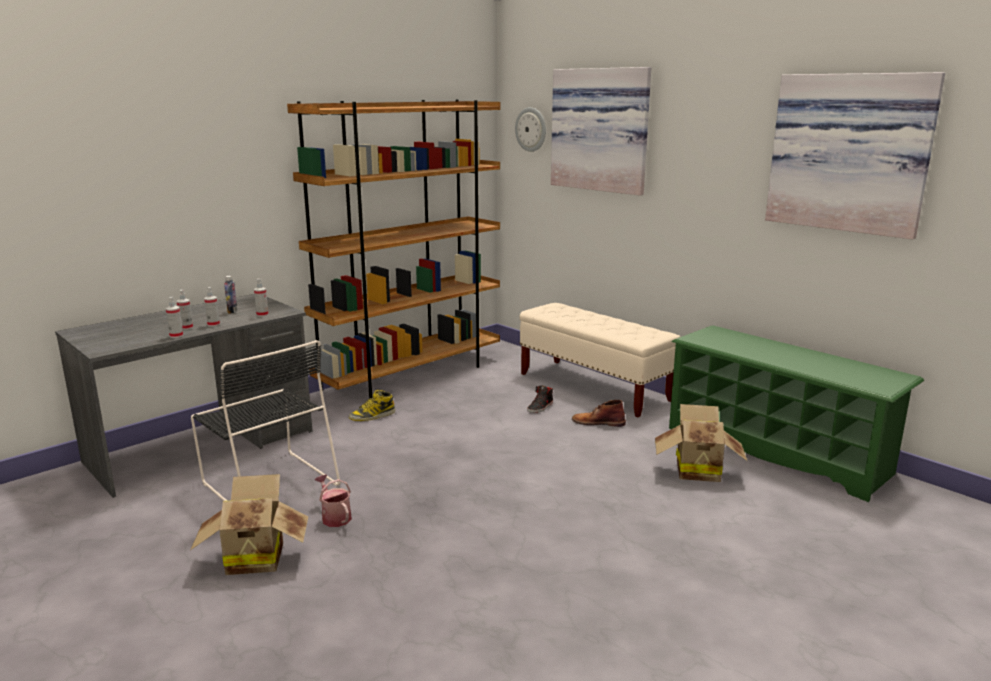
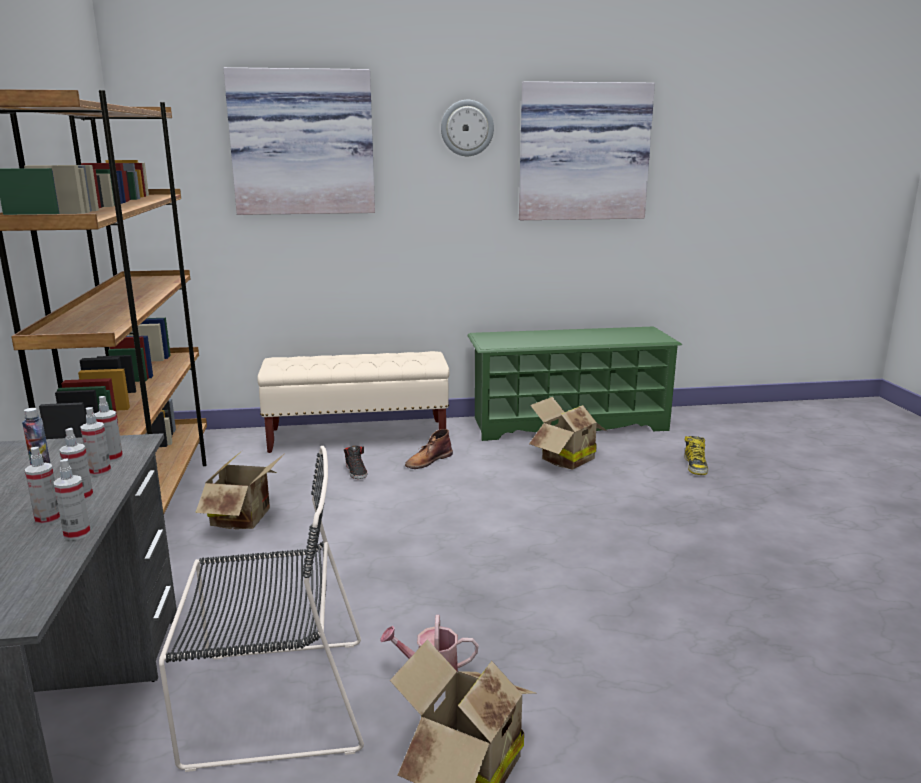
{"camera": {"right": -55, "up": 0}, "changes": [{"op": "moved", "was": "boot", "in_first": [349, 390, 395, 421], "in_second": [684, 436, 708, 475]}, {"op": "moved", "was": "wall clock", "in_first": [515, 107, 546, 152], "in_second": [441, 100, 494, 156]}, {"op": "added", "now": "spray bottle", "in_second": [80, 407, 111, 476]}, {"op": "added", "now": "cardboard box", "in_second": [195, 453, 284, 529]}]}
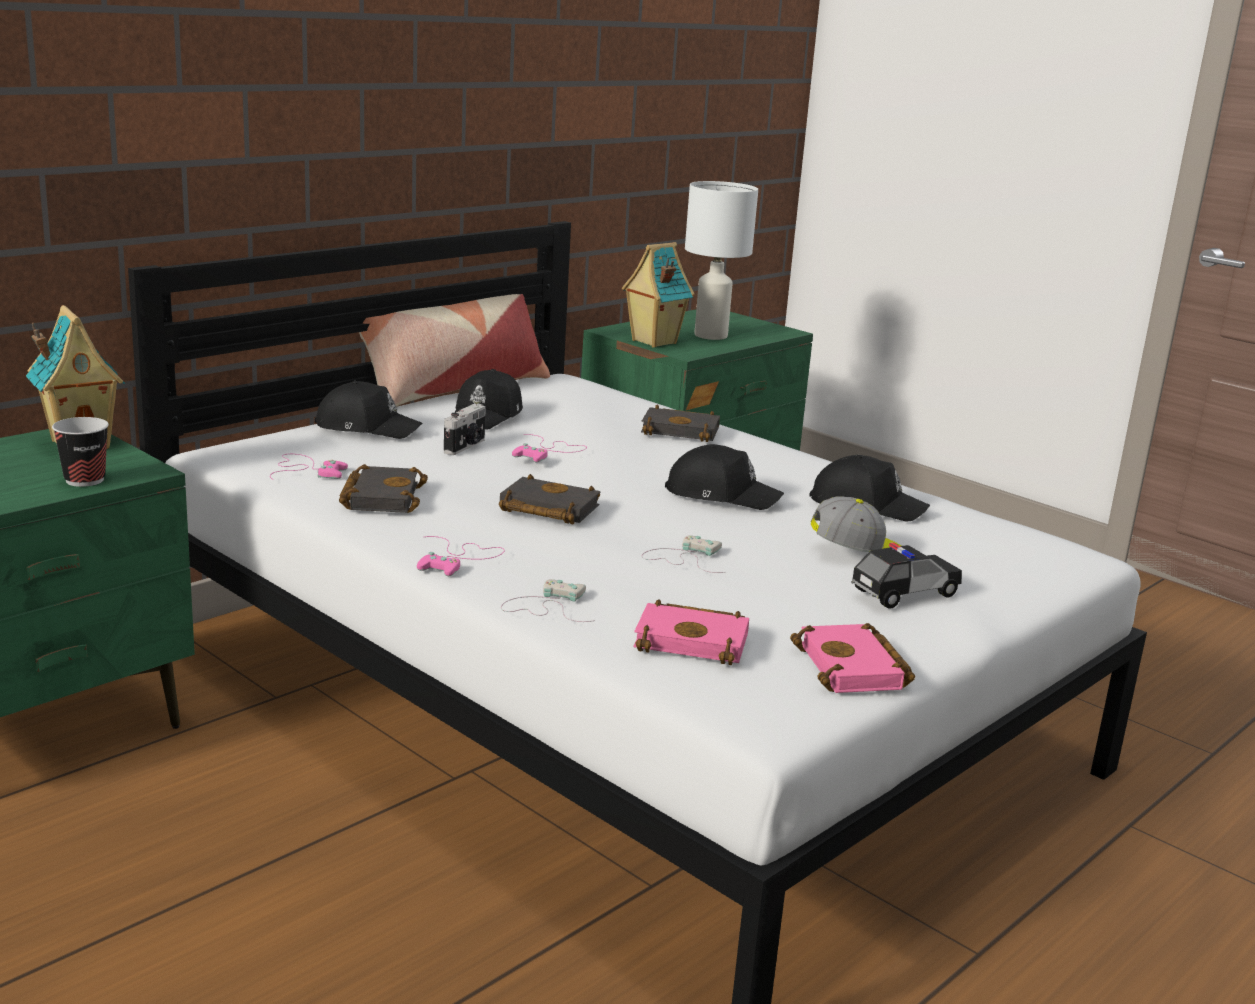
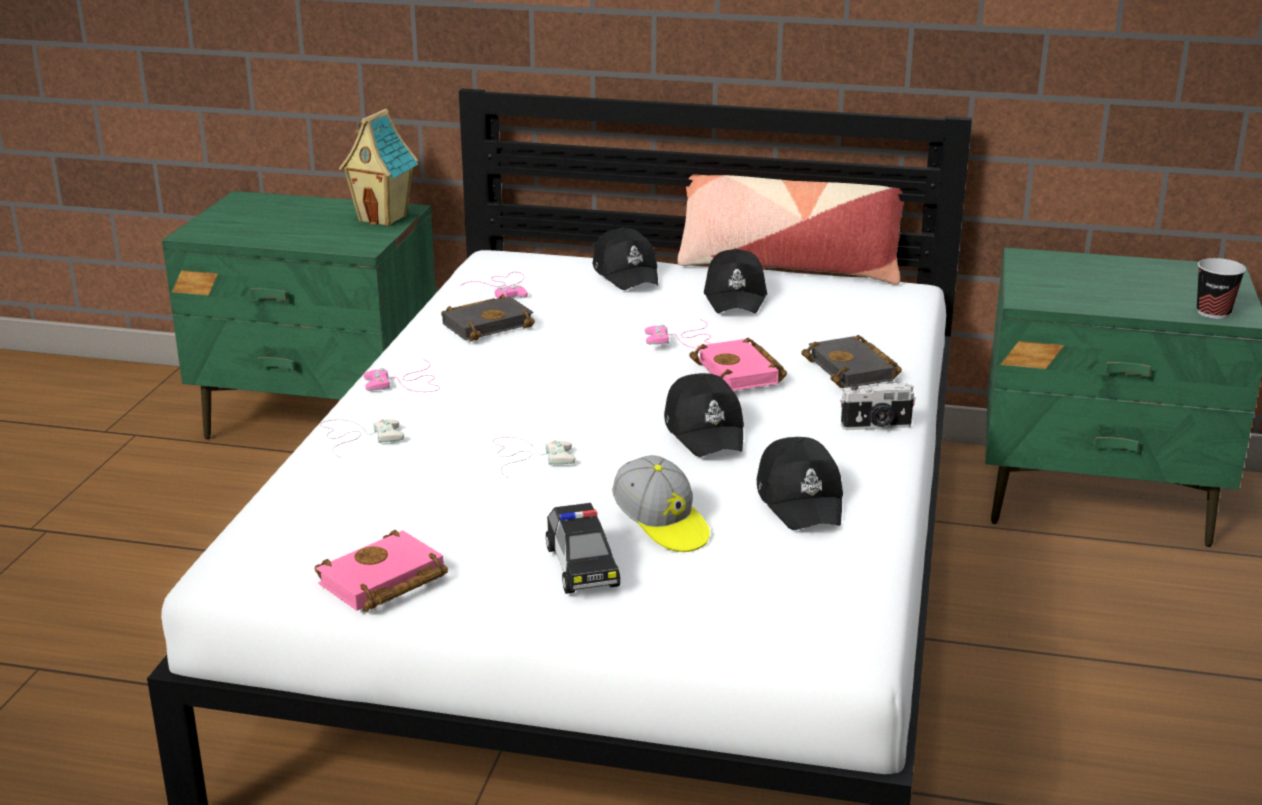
{"camera": {"right": 60, "up": 5}, "changes": [{"op": "moved", "was": "cup", "in_first": [52, 417, 109, 487], "in_second": [1197, 258, 1246, 319]}, {"op": "moved", "was": "photo camera", "in_first": [444, 404, 486, 455], "in_second": [840, 383, 916, 430]}, {"op": "turned", "was": "black cap", "in_first": [455, 369, 523, 429], "in_second": [704, 249, 767, 313], "clockwise": -75}, {"op": "removed", "was": "black book", "in_first": [499, 474, 600, 524]}, {"op": "removed", "was": "toy house", "in_first": [622, 242, 694, 348]}, {"op": "moved", "was": "pink book", "in_first": [633, 599, 749, 665], "in_second": [689, 338, 787, 391]}, {"op": "removed", "was": "white table lamp", "in_first": [685, 181, 758, 340]}, {"op": "turned", "was": "toy car", "in_first": [851, 542, 962, 609], "in_second": [546, 503, 620, 594], "clockwise": 45}]}
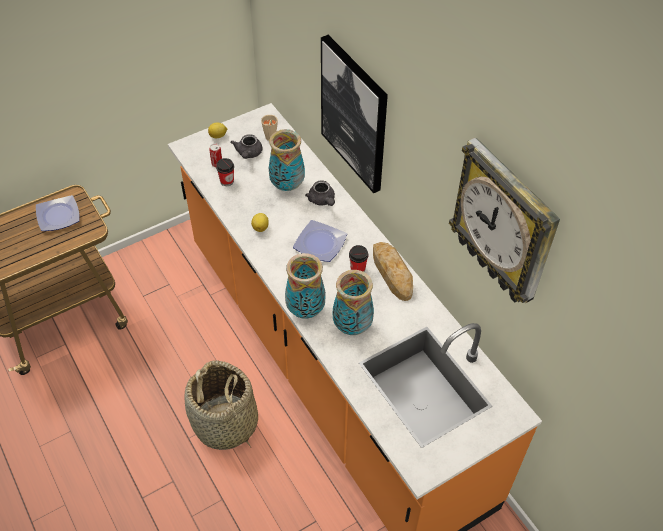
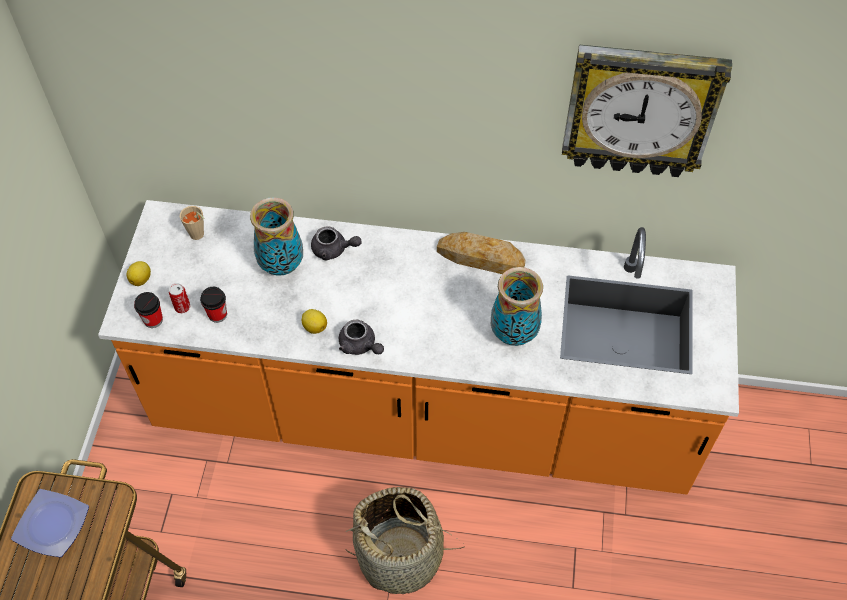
{"camera": {"right": -50, "up": 5}, "changes": [{"op": "moved", "was": "grey teapot", "in_first": [231, 134, 262, 159], "in_second": [339, 320, 384, 355]}, {"op": "removed", "was": "vase", "in_first": [285, 253, 326, 319]}, {"op": "removed", "was": "plate", "in_first": [293, 220, 347, 262]}, {"op": "removed", "was": "picture", "in_first": [321, 35, 388, 193]}, {"op": "moved", "was": "cup", "in_first": [349, 245, 368, 272], "in_second": [134, 292, 163, 328]}]}
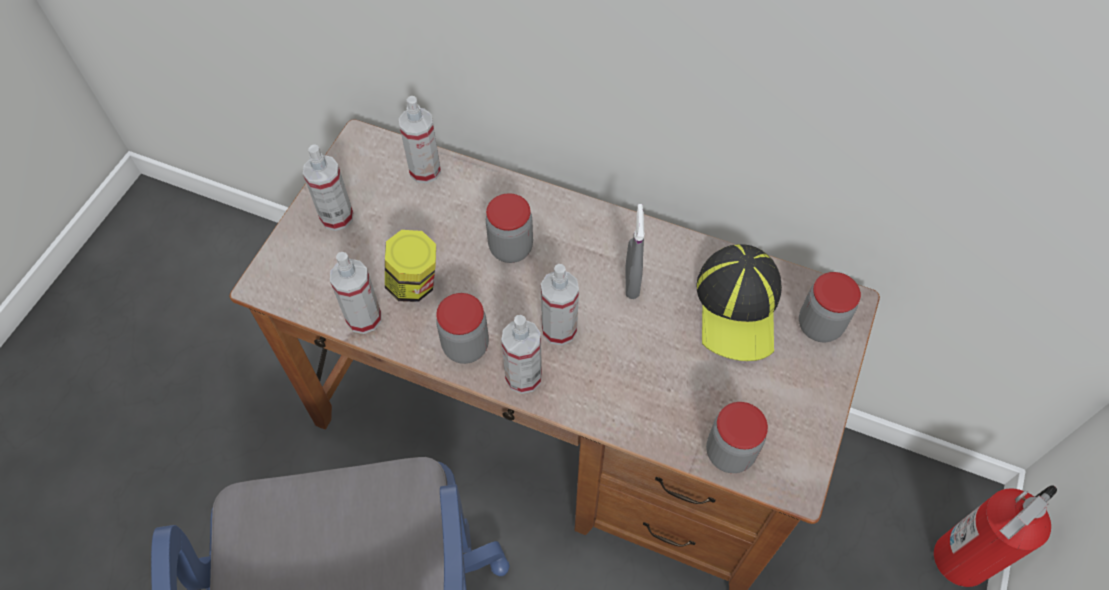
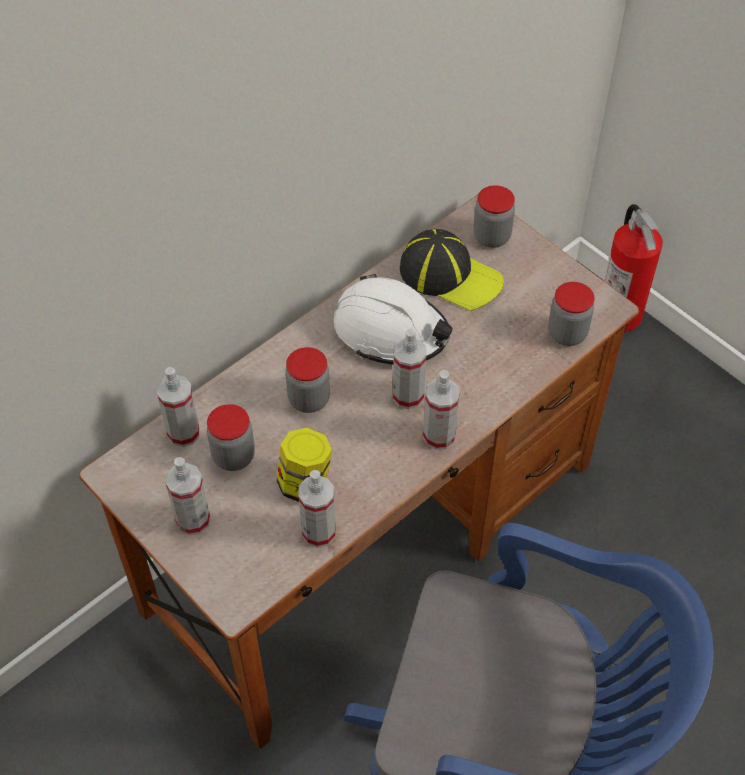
{"camera": {"right": -65, "up": -5}, "changes": [{"op": "moved", "was": "jar", "in_first": [436, 293, 489, 364], "in_second": [207, 404, 255, 471]}, {"op": "replaced", "was": "grey spray bottle", "now": "white hard hat", "in_first": [625, 204, 644, 299], "in_second": [334, 274, 453, 365]}]}
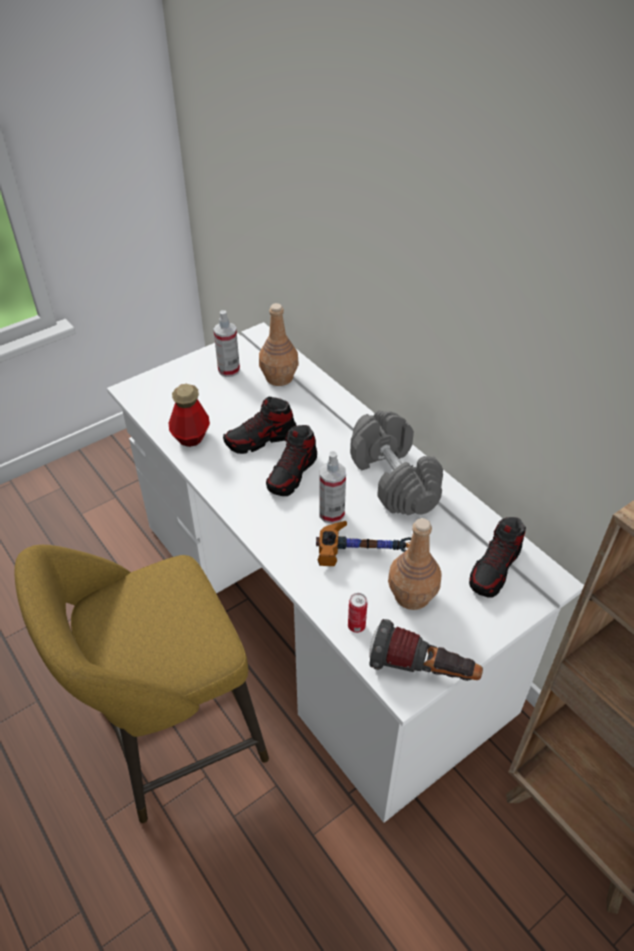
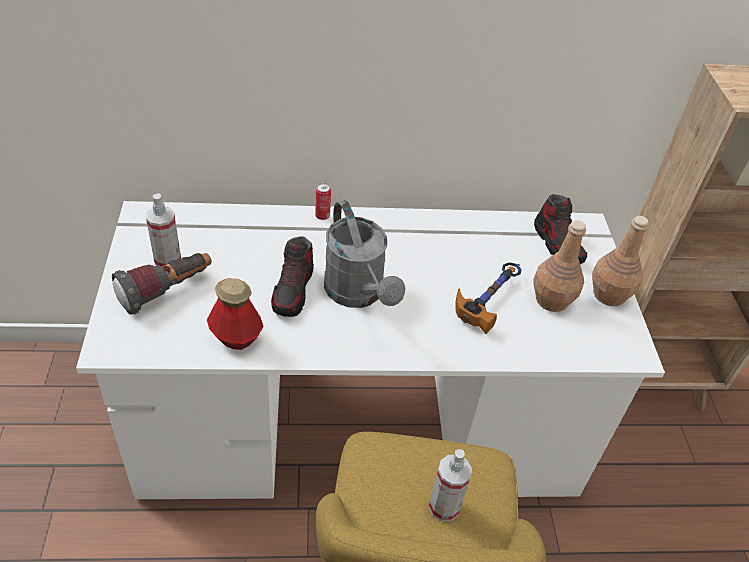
{"camera": {"right": -60, "up": 0}, "changes": [{"op": "moved", "was": "brown bottle", "in_first": [259, 303, 299, 386], "in_second": [592, 216, 649, 306]}, {"op": "replaced", "was": "shoe", "now": "grey watering can", "in_first": [266, 425, 317, 496], "in_second": [324, 200, 405, 308]}, {"op": "moved", "was": "spray bottle", "in_first": [319, 451, 346, 524], "in_second": [429, 449, 472, 521]}, {"op": "moved", "was": "can", "in_first": [348, 593, 367, 633], "in_second": [315, 183, 331, 220]}, {"op": "removed", "was": "grey dumbbell", "in_first": [350, 410, 443, 515]}, {"op": "moved", "was": "flashlight", "in_first": [369, 619, 483, 681], "in_second": [112, 253, 212, 315]}]}
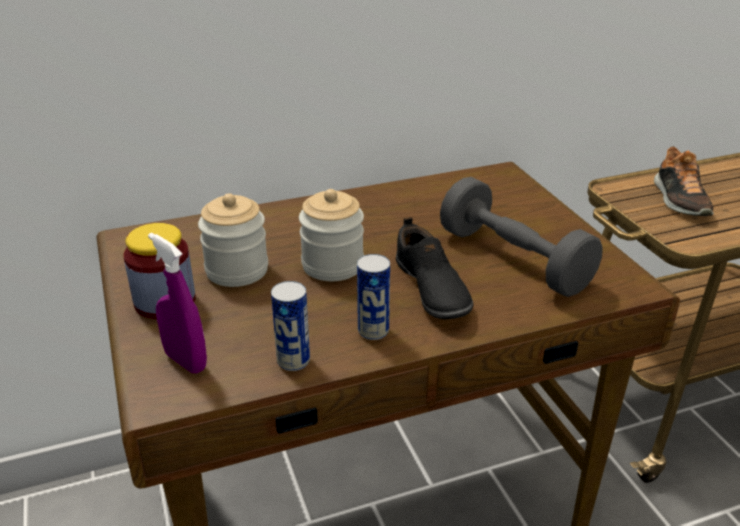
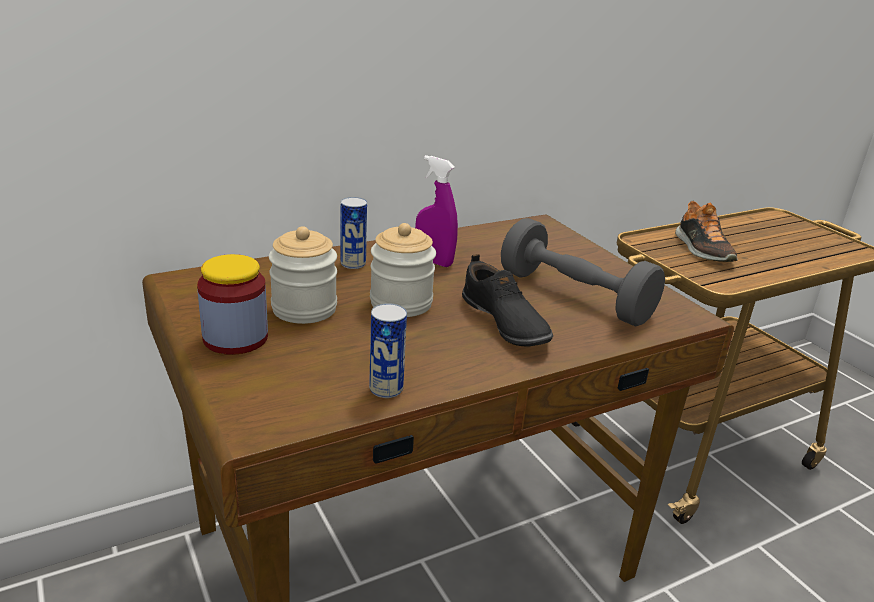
{"camera": {"right": -10, "up": -5}, "changes": [{"op": "moved", "was": "purple spray bottle", "in_first": [148, 233, 207, 373], "in_second": [415, 155, 458, 267]}, {"op": "moved", "was": "can", "in_first": [357, 254, 390, 340], "in_second": [340, 197, 367, 269]}]}
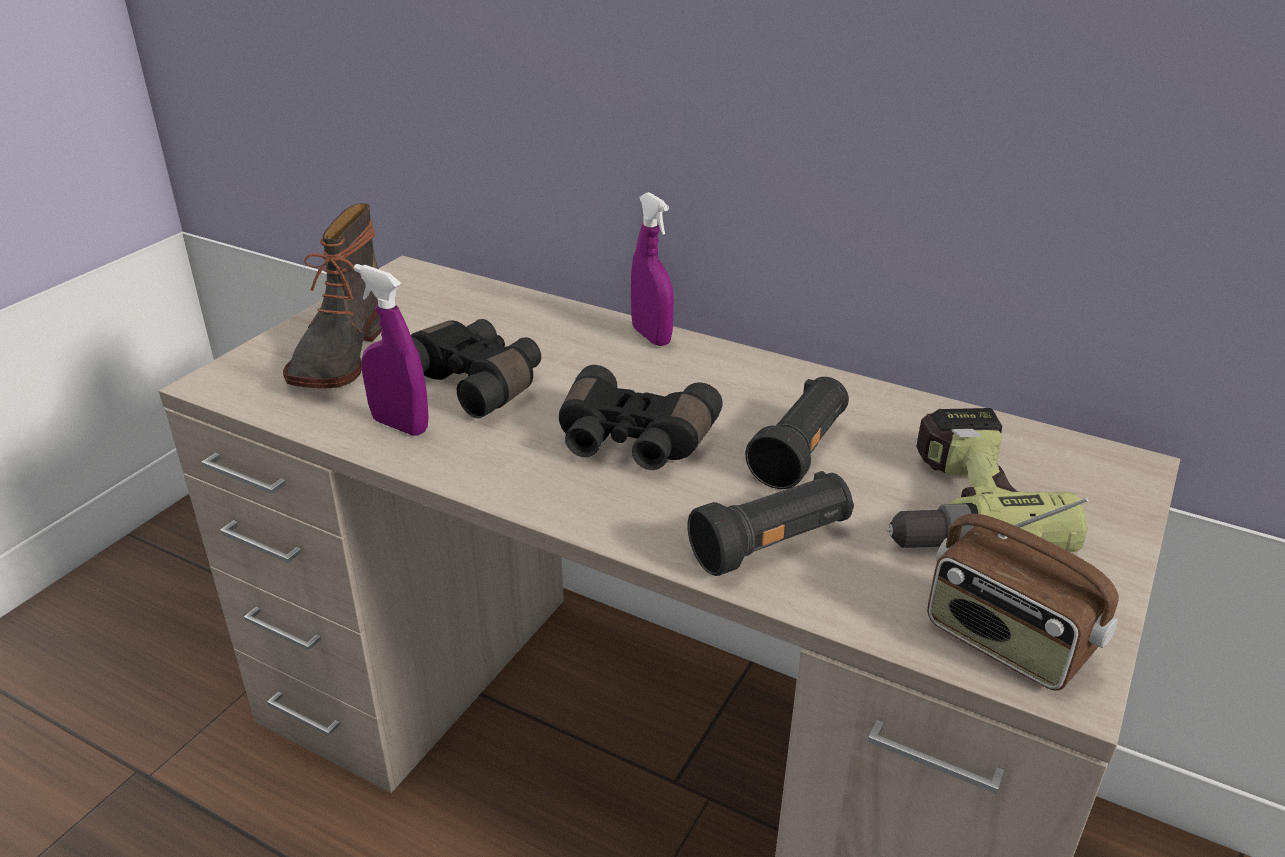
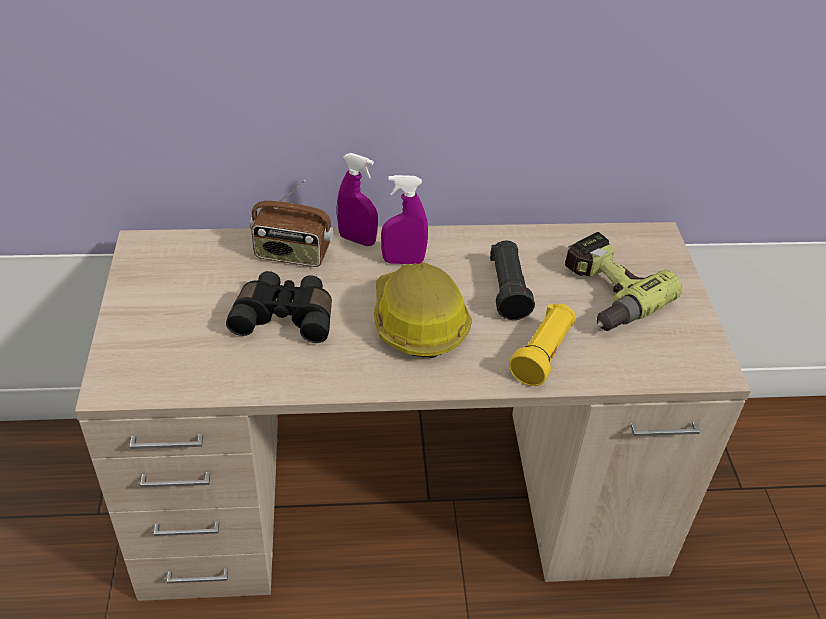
{"camera": {"right": -35, "up": 10}, "changes": [{"op": "removed", "was": "boot", "in_first": [283, 203, 382, 388]}, {"op": "moved", "was": "purple spray bottle", "in_first": [354, 264, 429, 436], "in_second": [381, 175, 428, 264]}, {"op": "replaced", "was": "black binoculars", "now": "hard hat", "in_first": [559, 365, 723, 470], "in_second": [374, 262, 472, 358]}, {"op": "recoloured", "was": "black flashlight", "now": "yellow flashlight", "in_first": [687, 471, 854, 576], "in_second": [509, 304, 576, 386]}, {"op": "moved", "was": "radio", "in_first": [927, 498, 1119, 691], "in_second": [250, 180, 333, 267]}]}
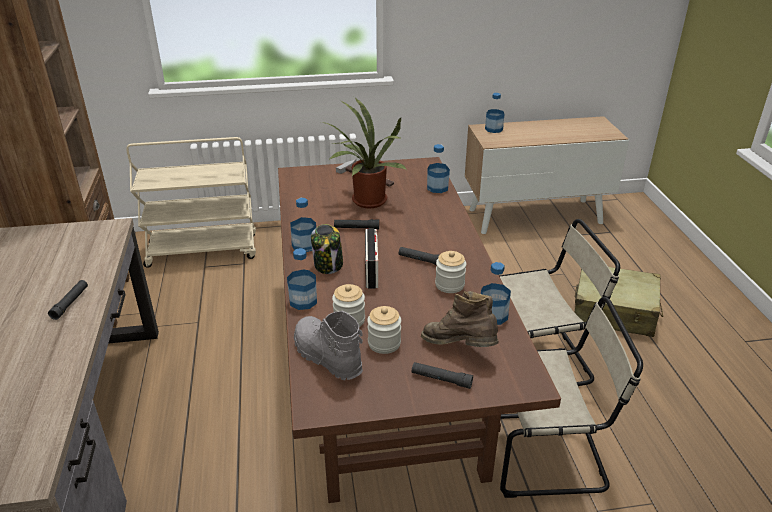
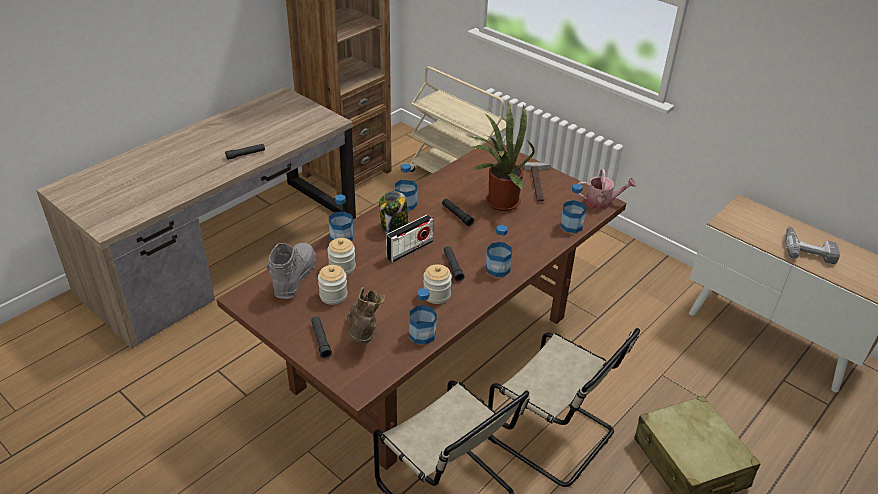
{"camera": {"right": 50, "up": 5}, "changes": [{"op": "moved", "was": "bottle", "in_first": [485, 93, 504, 133], "in_second": [486, 225, 512, 277]}, {"op": "added", "now": "watering can", "in_second": [578, 169, 636, 210]}, {"op": "added", "now": "power drill", "in_second": [786, 226, 840, 264]}]}
